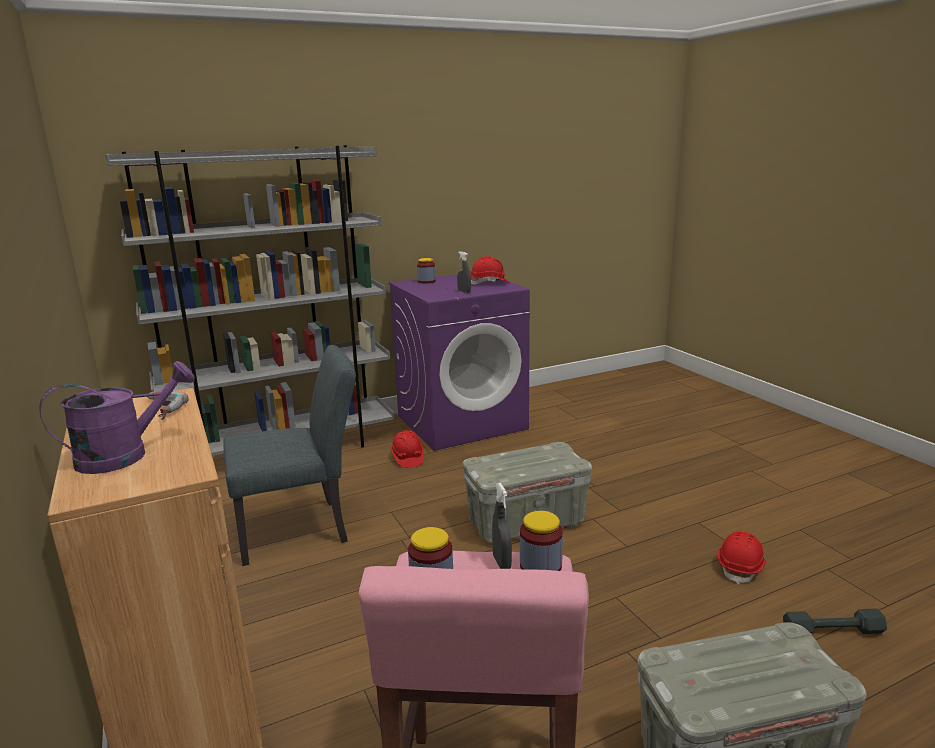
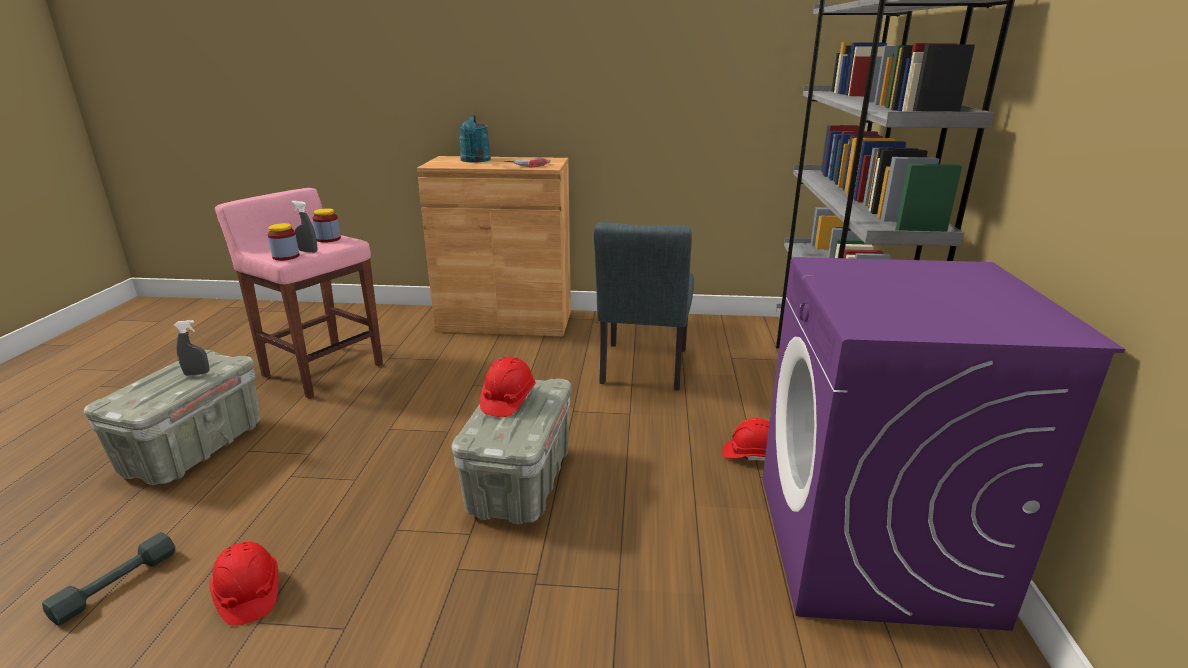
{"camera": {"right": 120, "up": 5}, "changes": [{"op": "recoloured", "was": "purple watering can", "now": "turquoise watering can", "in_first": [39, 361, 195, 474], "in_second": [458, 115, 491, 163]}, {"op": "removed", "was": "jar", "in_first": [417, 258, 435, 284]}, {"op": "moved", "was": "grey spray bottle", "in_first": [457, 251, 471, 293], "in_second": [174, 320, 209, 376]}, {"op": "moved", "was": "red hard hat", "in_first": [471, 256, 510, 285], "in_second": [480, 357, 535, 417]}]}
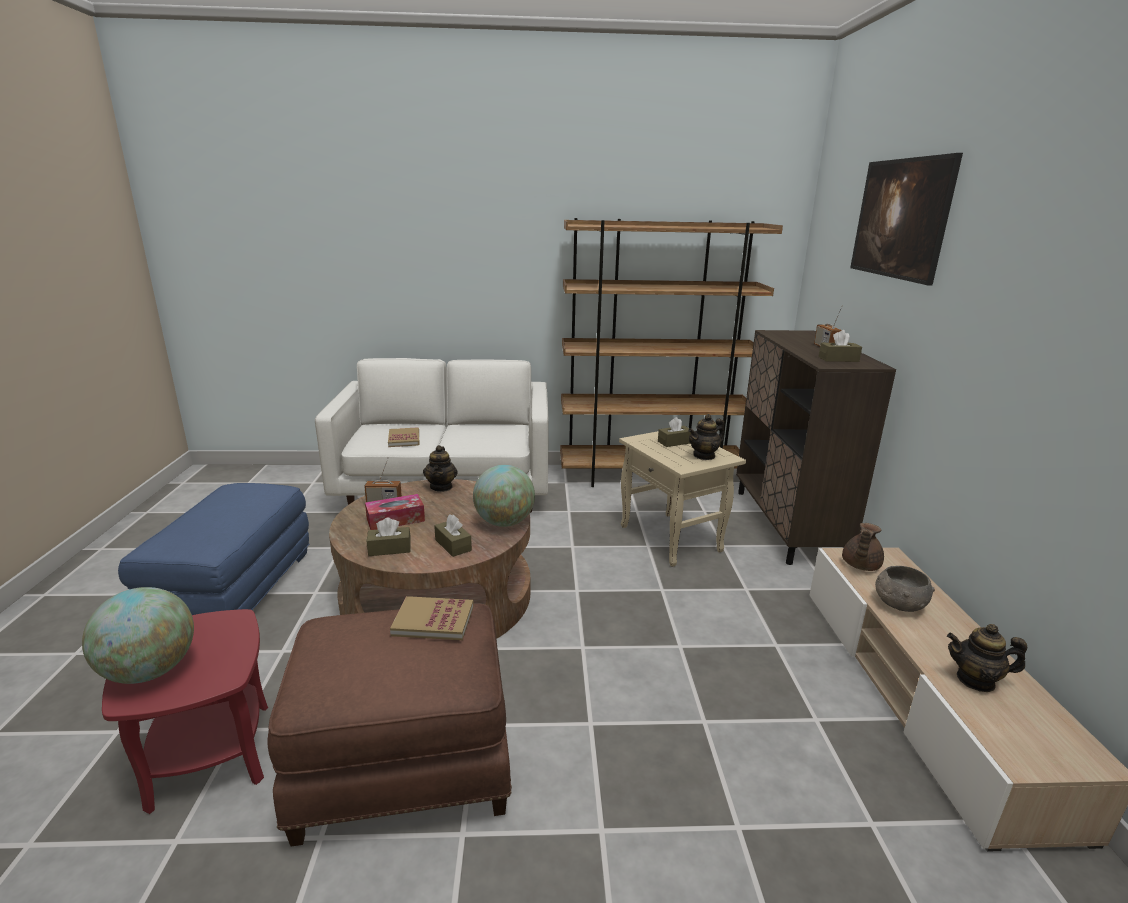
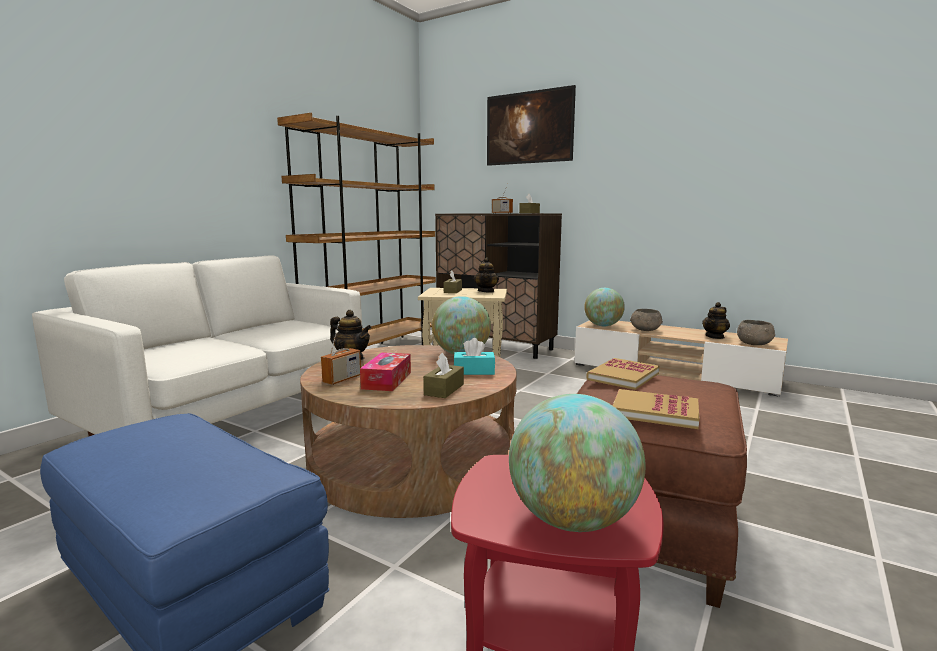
{"camera": {"right": -55, "up": -10}, "changes": [{"op": "moved", "was": "book", "in_first": [388, 427, 419, 447], "in_second": [613, 389, 699, 429]}, {"op": "recoloured", "was": "brown tissue box", "now": "turquoise tissue box", "in_first": [434, 514, 472, 557], "in_second": [454, 338, 495, 375]}, {"op": "replaced", "was": "brown teapot", "now": "globe", "in_first": [842, 523, 884, 571], "in_second": [584, 288, 625, 327]}, {"op": "added", "now": "grey bowl", "in_second": [737, 320, 775, 345]}]}
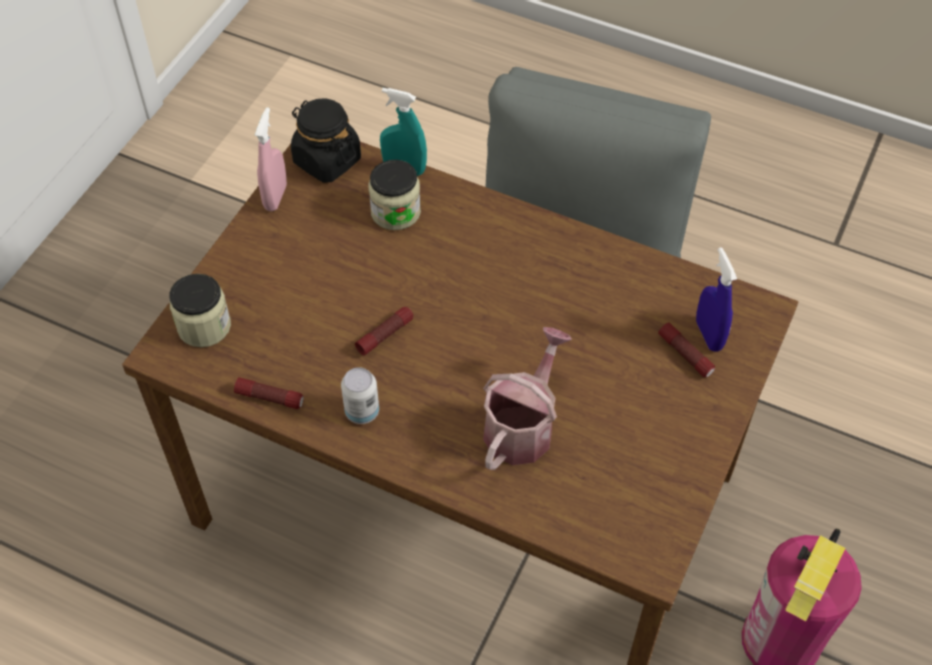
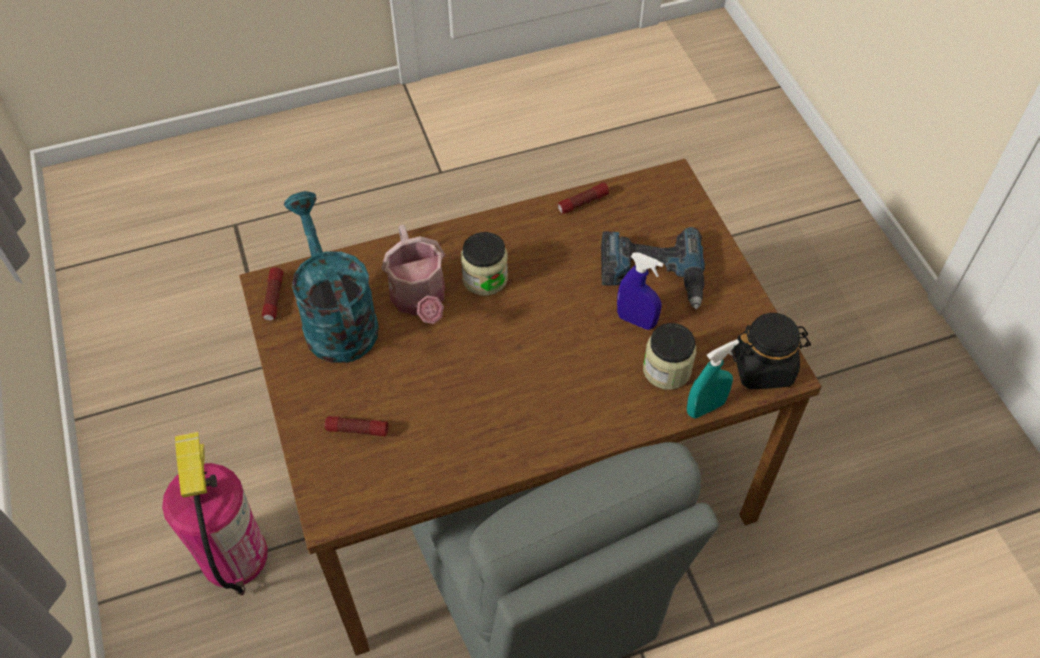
{"camera": {"right": 135, "up": 0}, "changes": [{"op": "moved", "was": "jar", "in_first": [169, 274, 231, 347], "in_second": [461, 232, 508, 296]}, {"op": "removed", "was": "pink spray bottle", "in_first": [255, 107, 287, 211]}, {"op": "removed", "was": "can", "in_first": [341, 367, 379, 424]}, {"op": "moved", "was": "flashlight", "in_first": [355, 307, 413, 355], "in_second": [262, 267, 283, 321]}, {"op": "moved", "was": "blue spray bottle", "in_first": [696, 247, 737, 352], "in_second": [617, 252, 663, 330]}, {"op": "added", "now": "turquoise watering can", "in_second": [284, 191, 379, 363]}, {"op": "added", "now": "power drill", "in_second": [601, 227, 705, 309]}]}
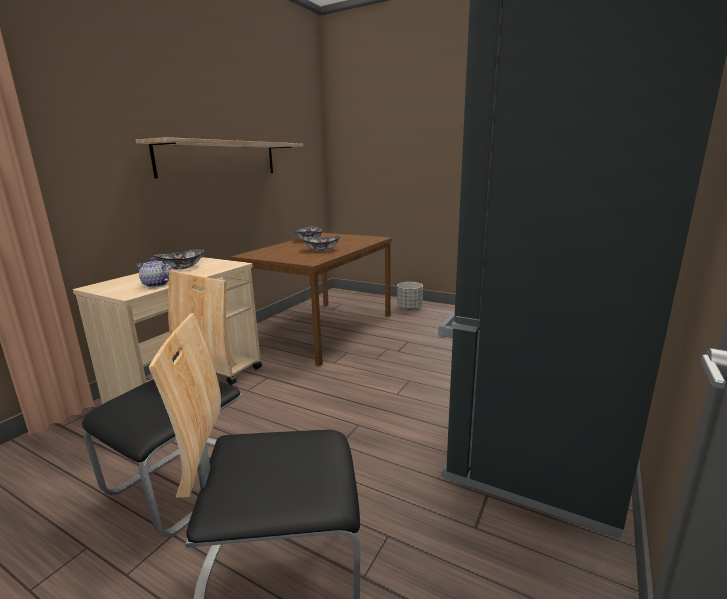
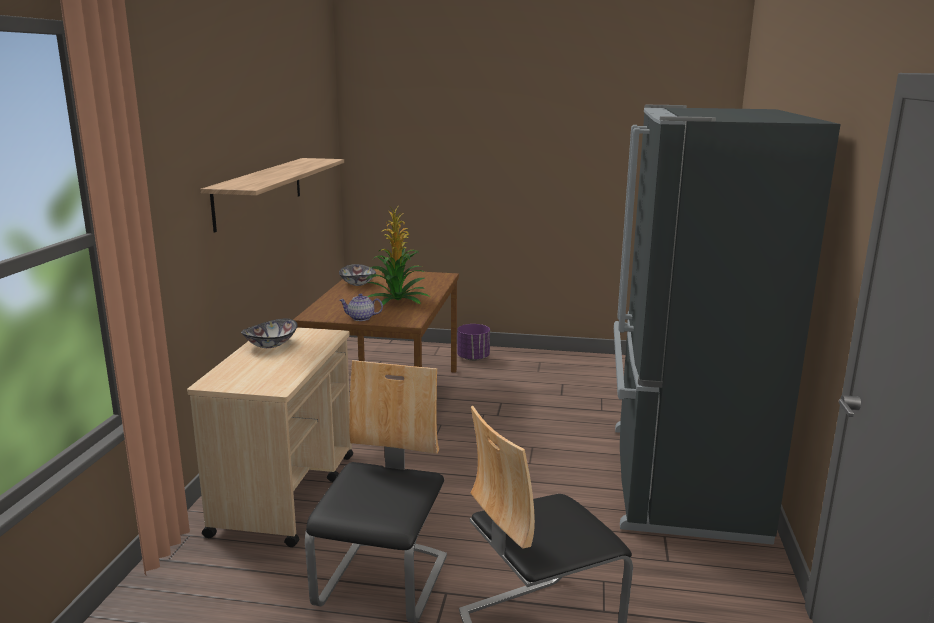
{"camera": {"right": -20, "up": 0}, "changes": [{"op": "moved", "was": "teapot", "in_first": [136, 258, 173, 287], "in_second": [339, 293, 383, 321]}, {"op": "replaced", "was": "bowl", "now": "potted plant", "in_first": [302, 236, 340, 251], "in_second": [366, 207, 430, 305]}, {"op": "recoloured", "was": "grey planter", "now": "purple planter", "in_first": [397, 282, 423, 310], "in_second": [457, 324, 490, 361]}]}
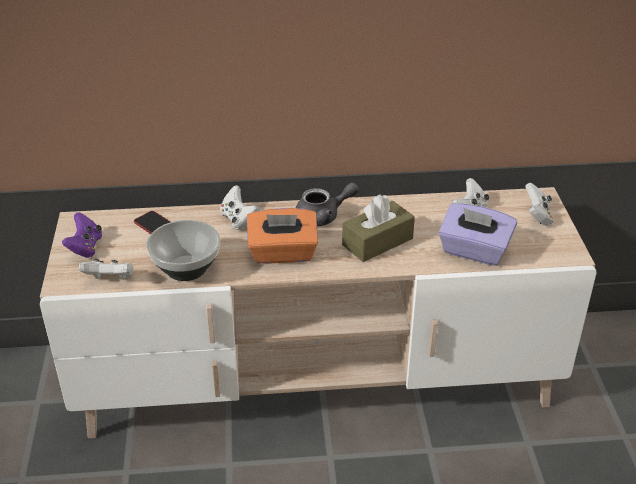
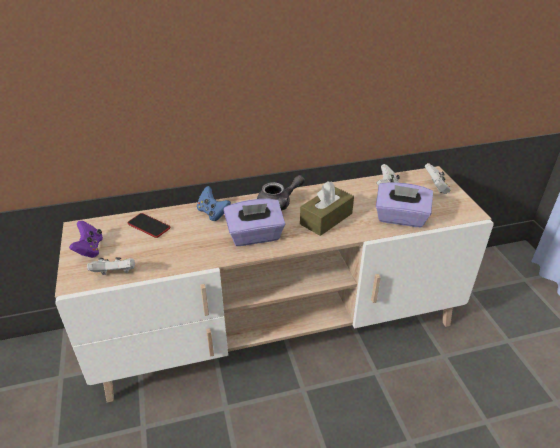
{"camera": {"right": -10, "up": 0}, "changes": [{"op": "removed", "was": "bowl", "in_first": [146, 220, 220, 281]}, {"op": "recoloured", "was": "white game controller", "now": "blue game controller", "in_first": [220, 185, 260, 230], "in_second": [197, 186, 231, 221]}, {"op": "recoloured", "was": "orange tissue box", "now": "purple tissue box", "in_first": [247, 208, 318, 264], "in_second": [224, 199, 285, 246]}]}
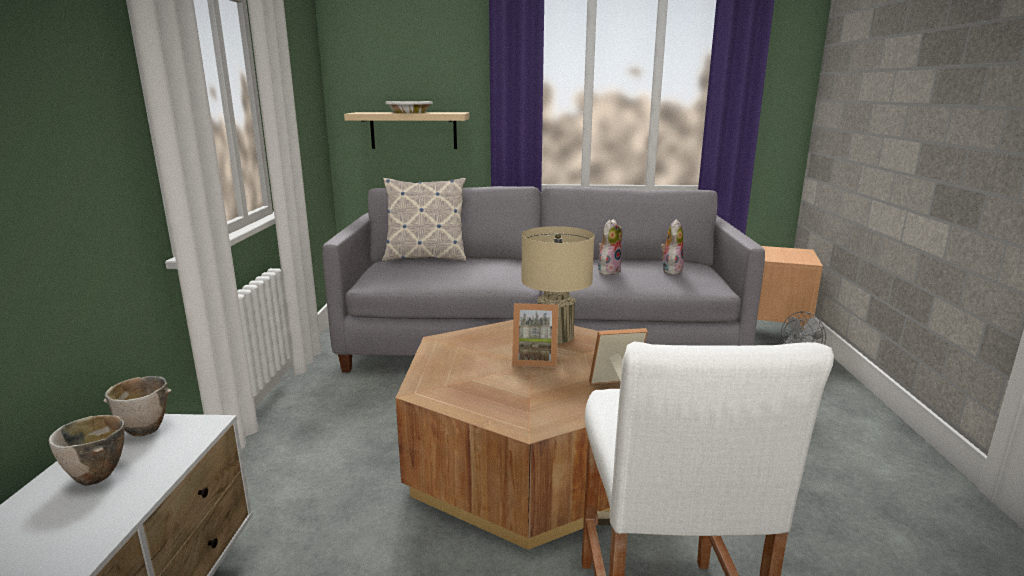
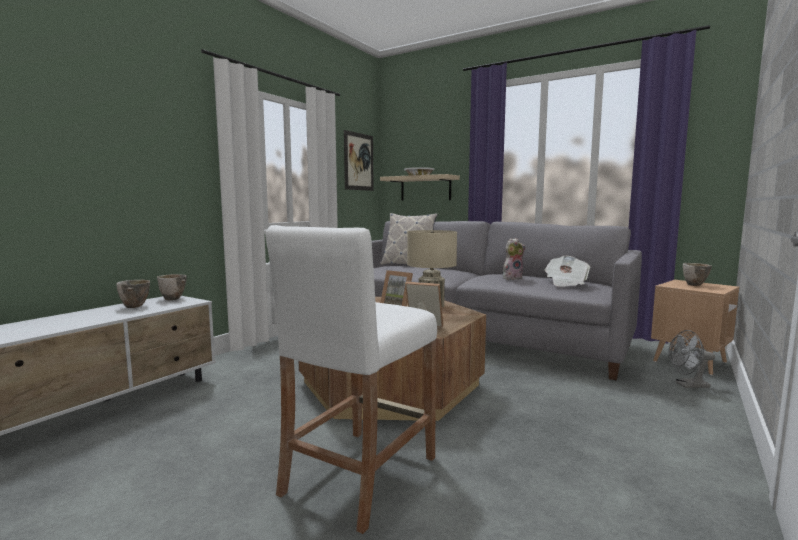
{"camera": {"right": 30, "up": -10}, "changes": [{"op": "replaced", "was": "plush toy", "now": "newspaper", "in_first": [661, 219, 684, 275], "in_second": [545, 256, 591, 287]}, {"op": "added", "now": "picture", "in_second": [344, 130, 374, 191]}, {"op": "added", "now": "bowl", "in_second": [683, 263, 712, 286]}]}
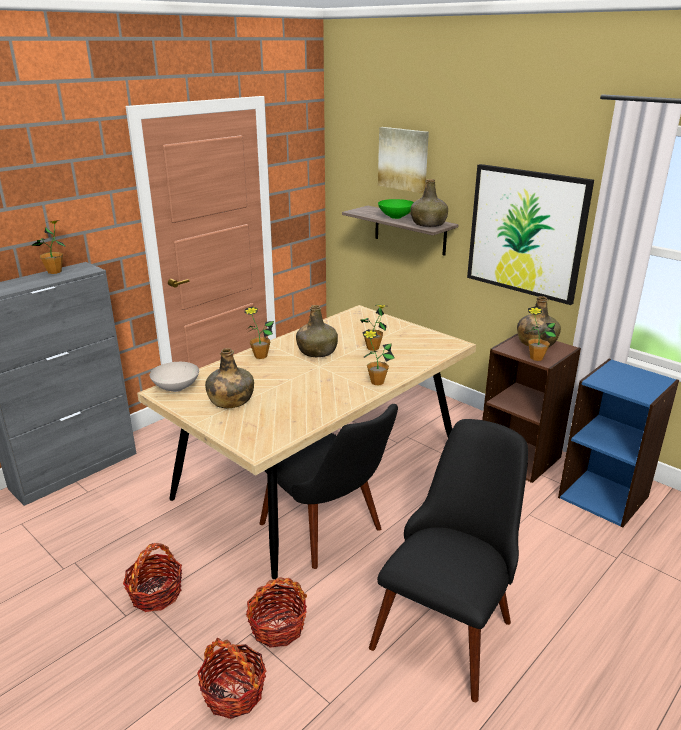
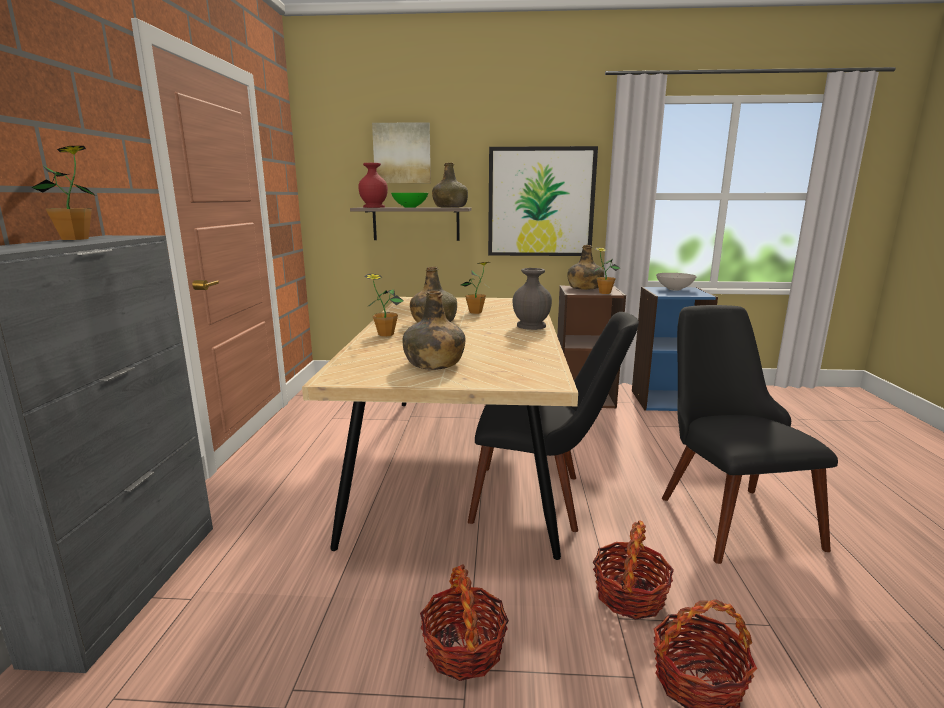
{"camera": {"right": -40, "up": -10}, "changes": [{"op": "moved", "was": "white bowl", "in_first": [150, 362, 199, 392], "in_second": [656, 273, 697, 291]}, {"op": "replaced", "was": "potted plant", "now": "grey vase", "in_first": [362, 329, 394, 385], "in_second": [513, 268, 552, 330]}, {"op": "added", "now": "red vase", "in_second": [358, 163, 388, 208]}]}
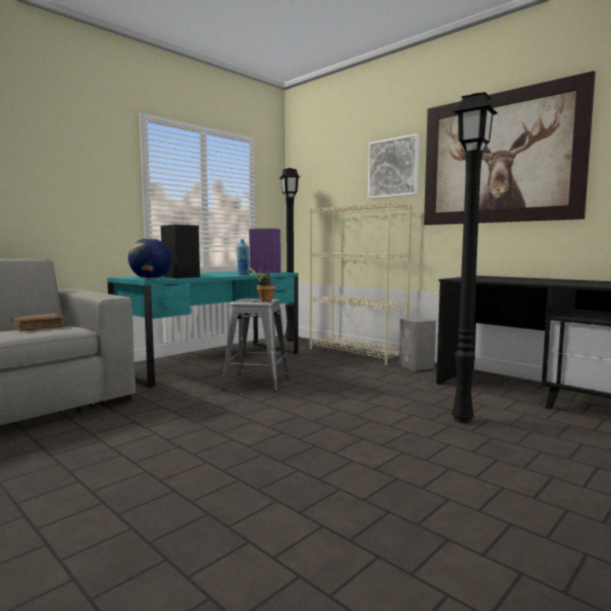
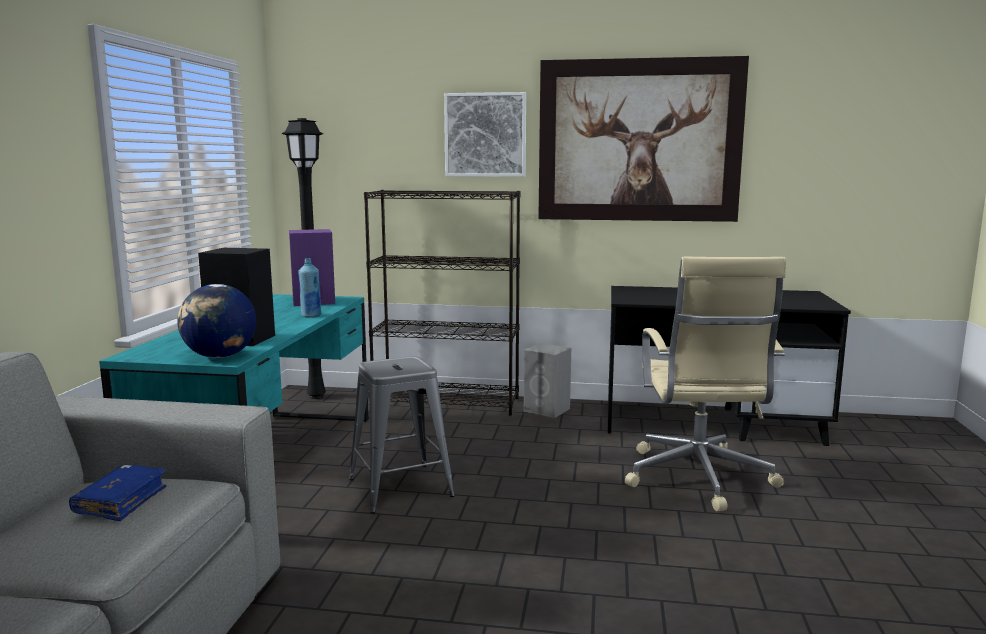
{"camera": {"right": -35, "up": 5}, "changes": [{"op": "recoloured", "was": "brown book", "now": "blue book", "in_first": [11, 313, 64, 331], "in_second": [69, 464, 167, 521]}, {"op": "removed", "was": "potted plant", "in_first": [247, 266, 275, 301]}, {"op": "recoloured", "was": "beige bookcase", "now": "black bookcase", "in_first": [310, 202, 412, 365], "in_second": [364, 190, 520, 416]}, {"op": "replaced", "was": "black floor lamp", "now": "beige office chair", "in_first": [451, 92, 498, 423], "in_second": [625, 257, 786, 512]}]}
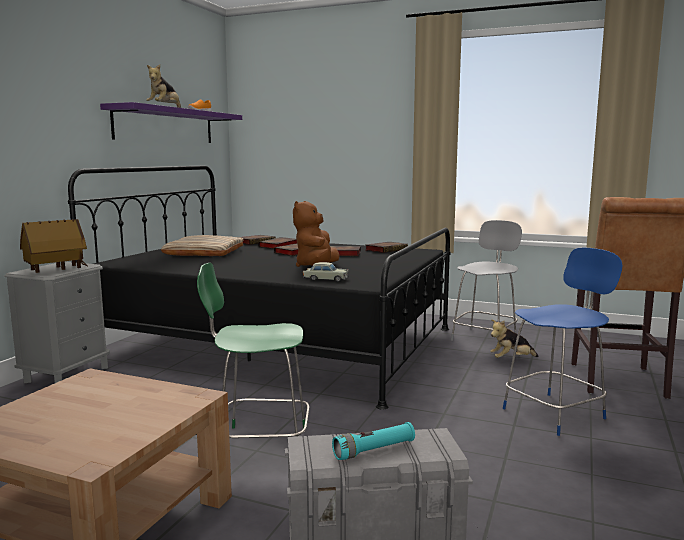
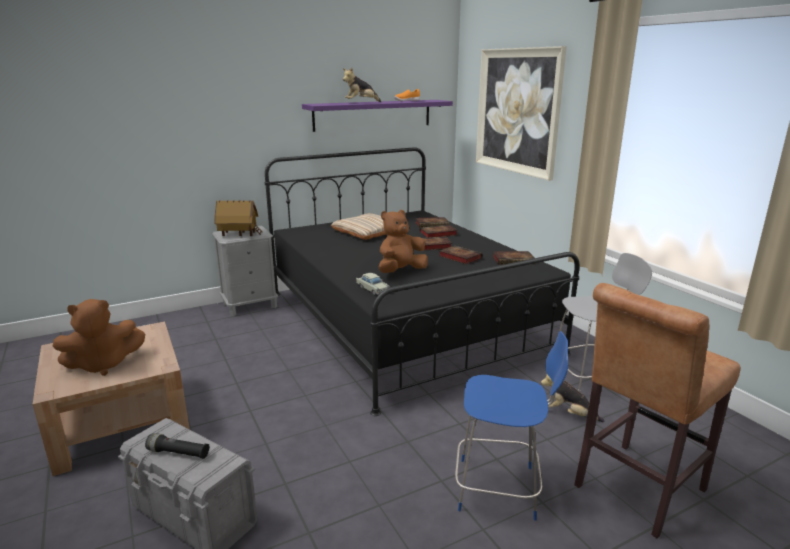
{"camera": {"right": 40, "up": 10}, "changes": [{"op": "removed", "was": "green chair", "in_first": [197, 263, 310, 438]}, {"op": "recoloured", "was": "turquoise flashlight", "now": "black flashlight", "in_first": [332, 422, 415, 460], "in_second": [145, 433, 210, 459]}, {"op": "added", "now": "brown plush toy", "in_second": [53, 299, 145, 376]}, {"op": "added", "now": "picture", "in_second": [476, 46, 567, 181]}]}
